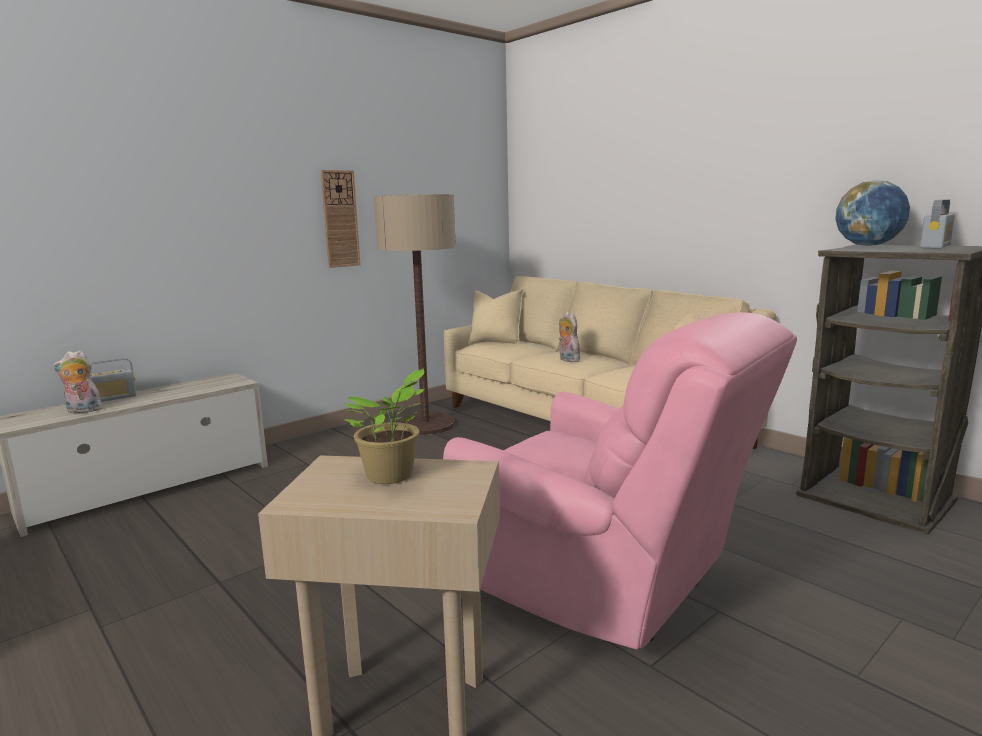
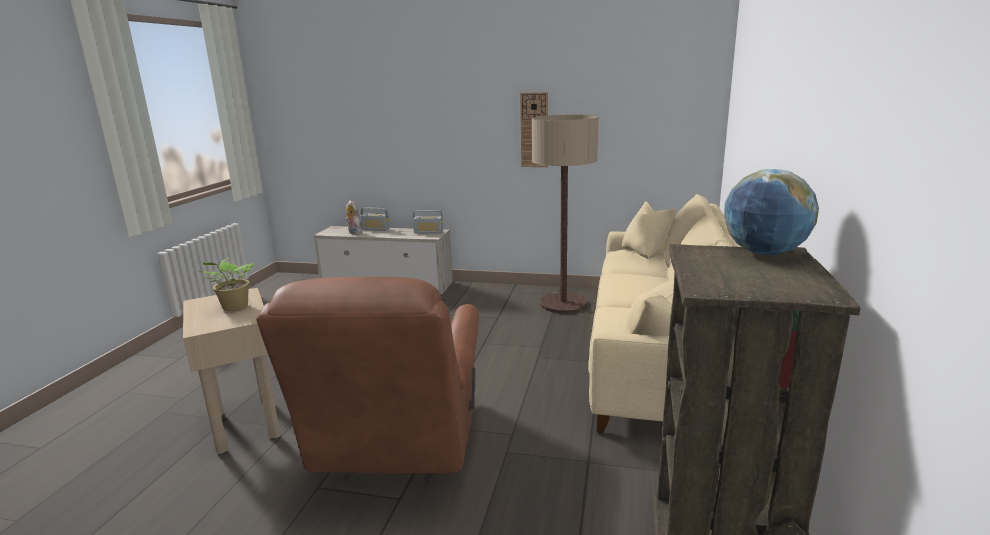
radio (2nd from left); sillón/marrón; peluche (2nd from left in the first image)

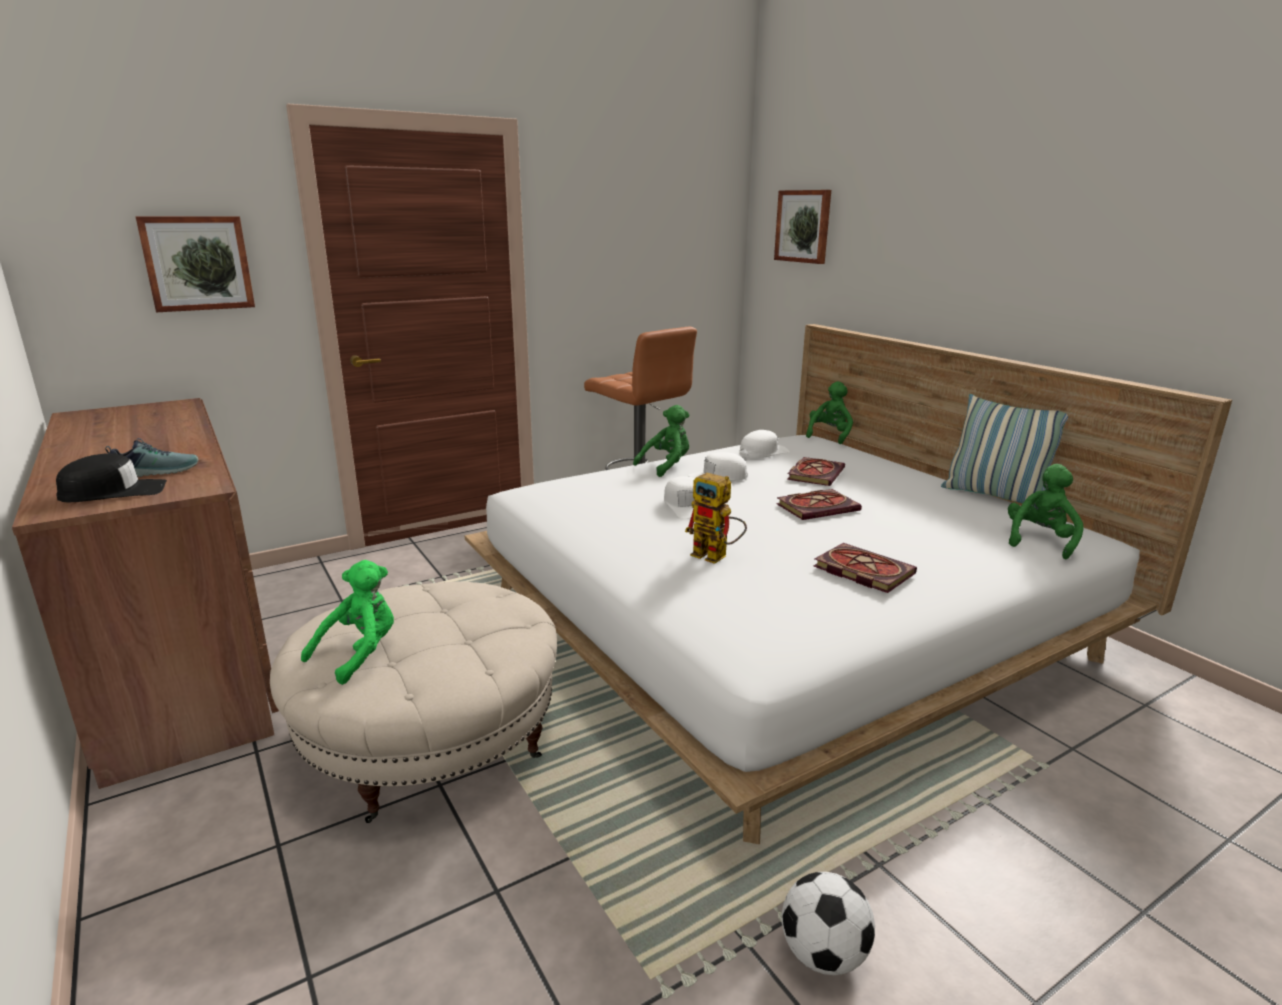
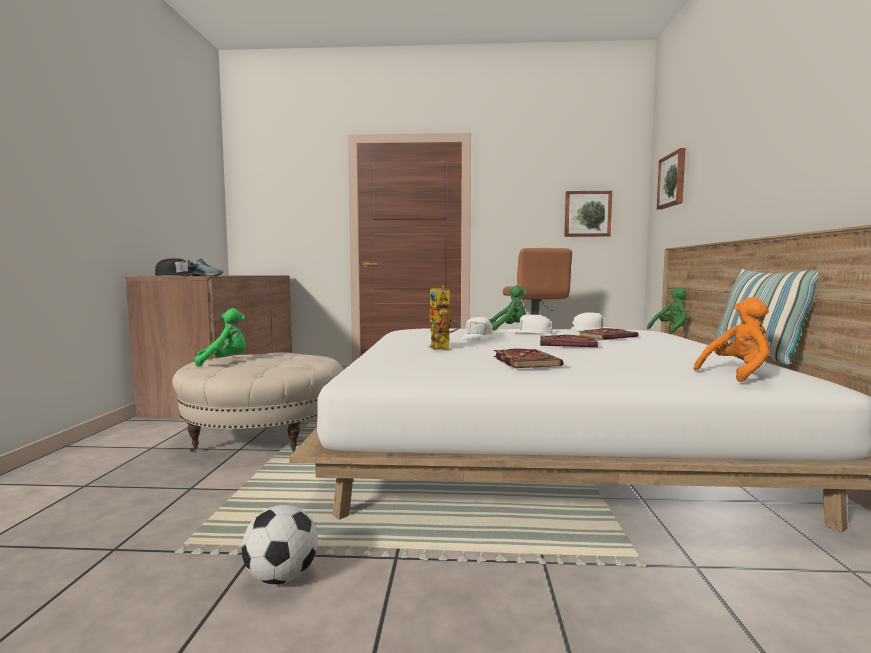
cuadro (1st from left); peluche/naranja

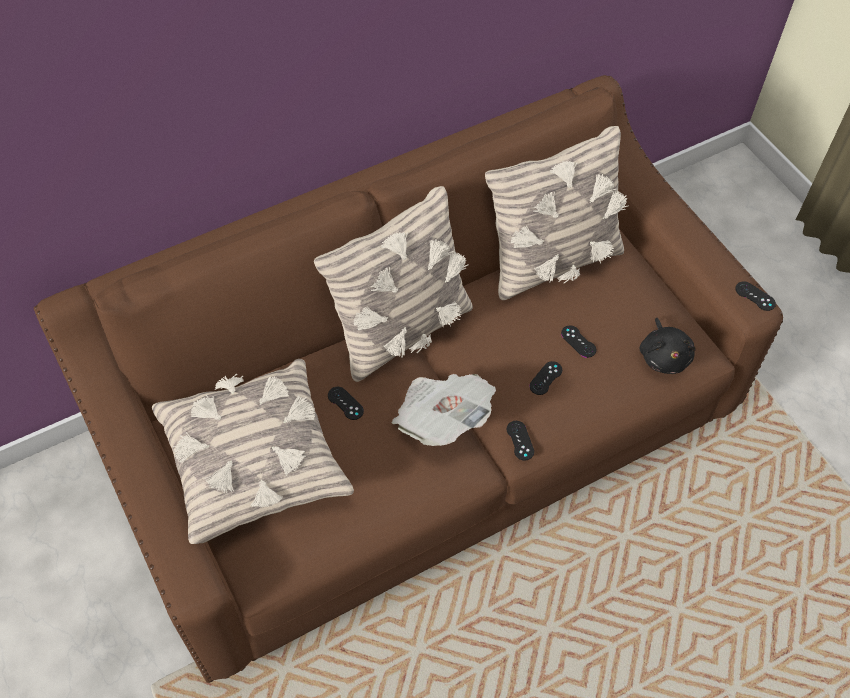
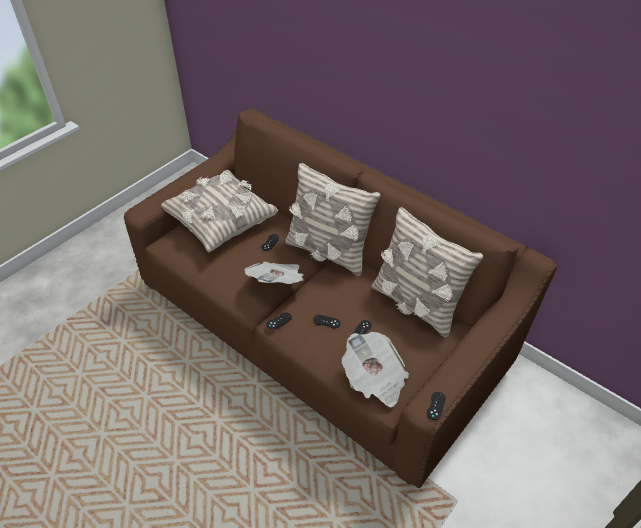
periódico (2nd from left)

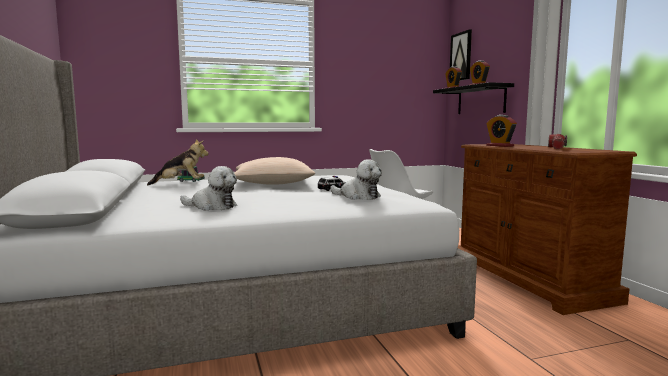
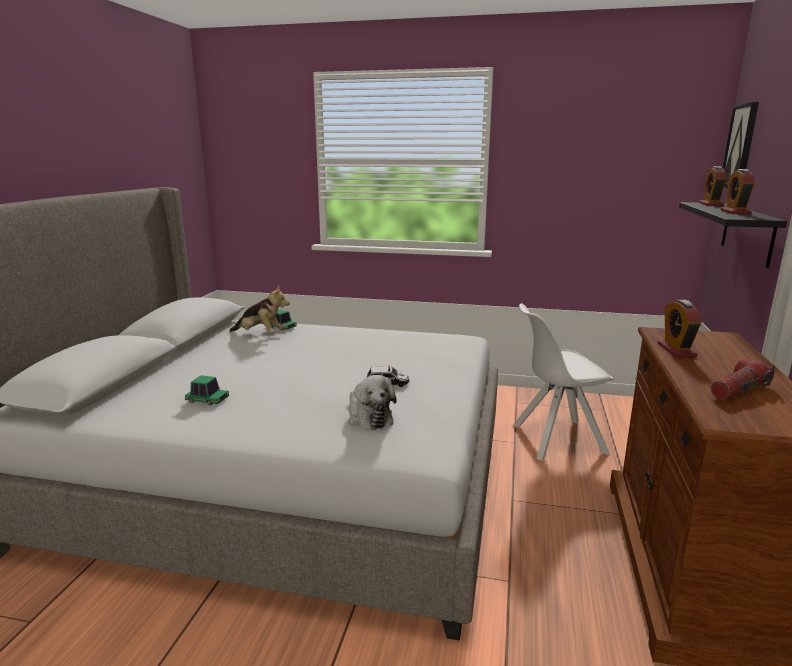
cojín/beis; coche de juguete (1st from left)

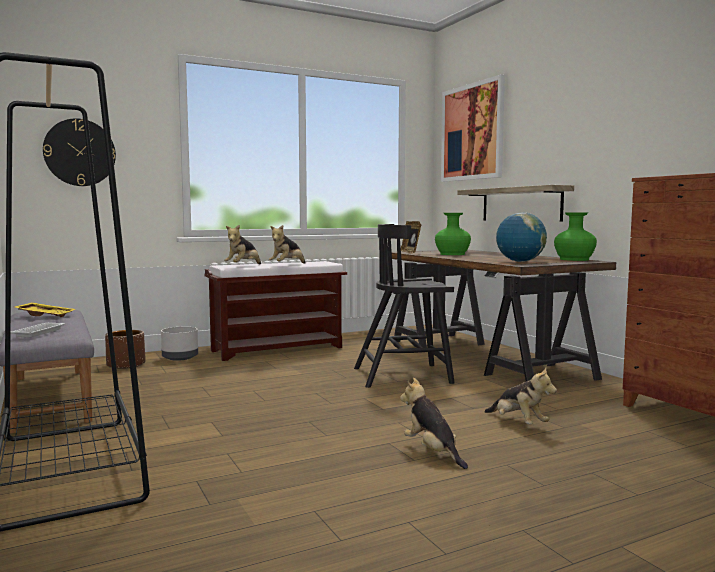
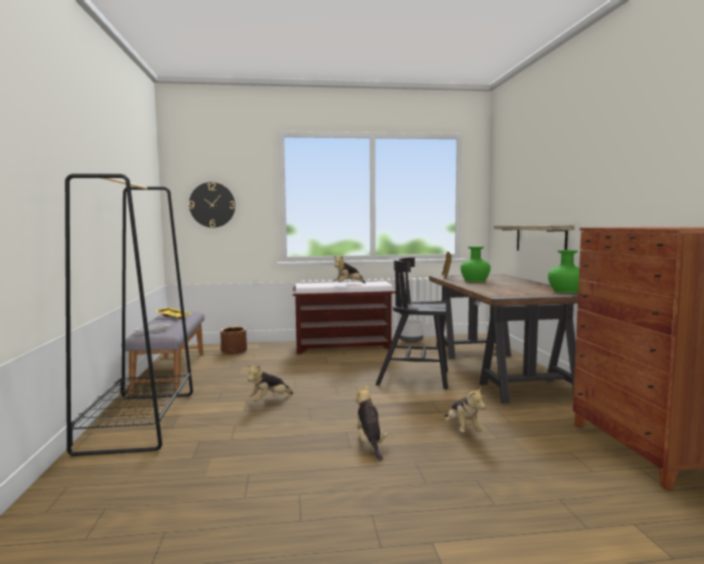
cuadro; globo terráqueo; peluche (1st from left); maceta/gris

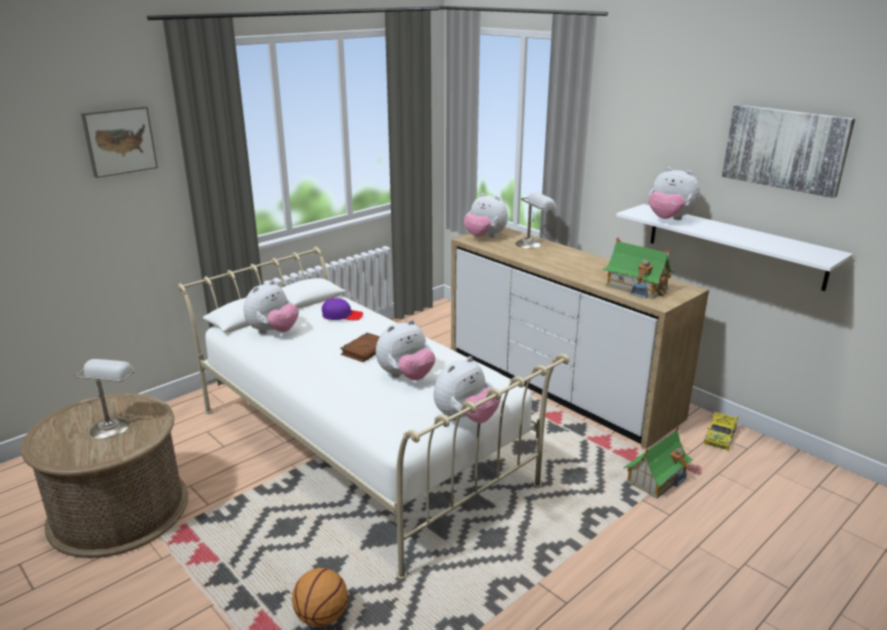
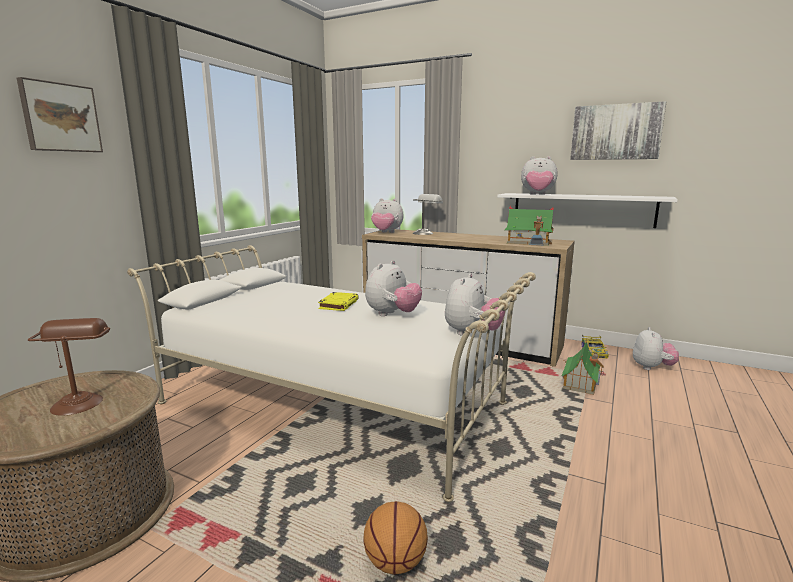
peluche (5th from left); gorra/morado; libro/amarillo; lámpara de mesa/marrón

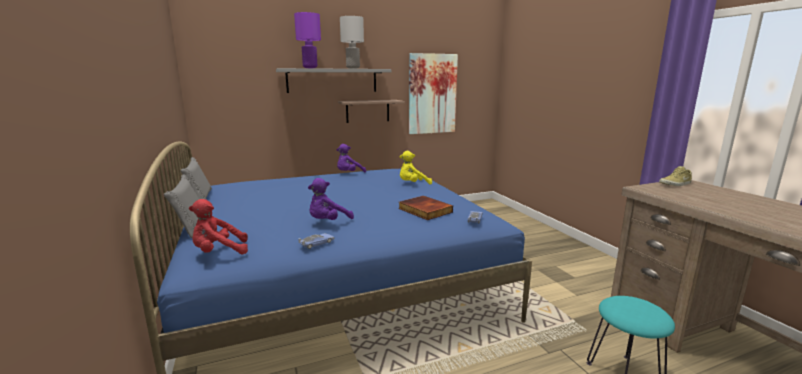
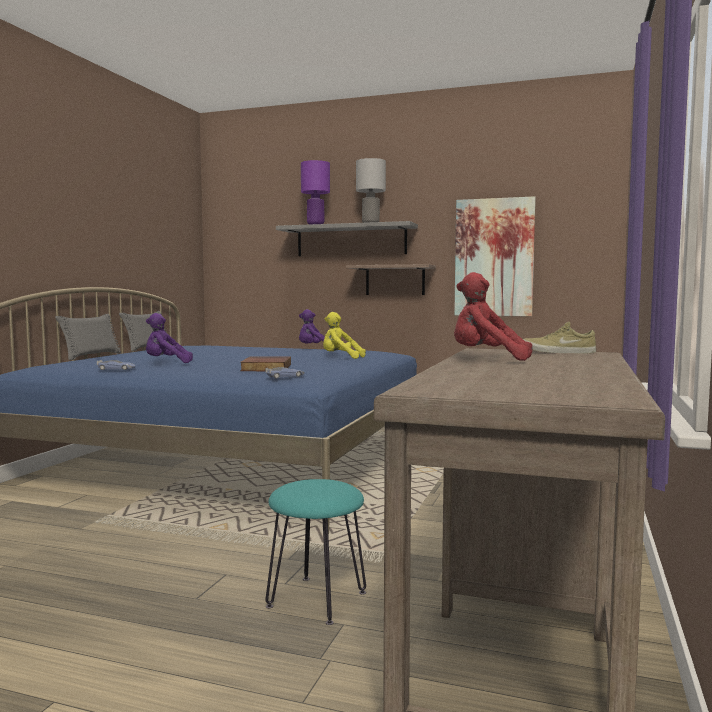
peluche/rojo

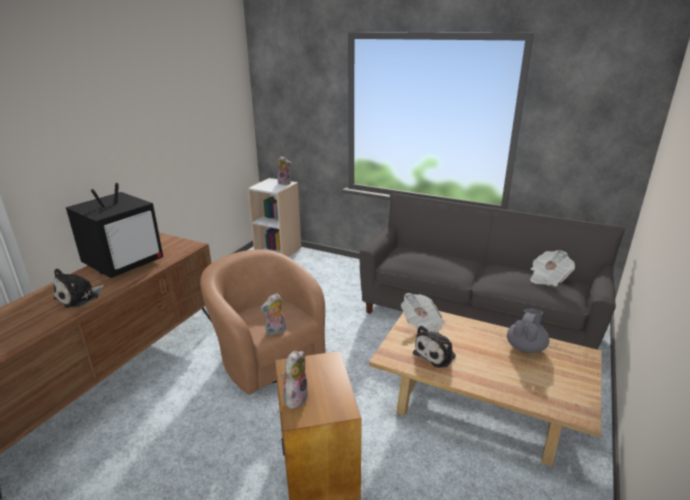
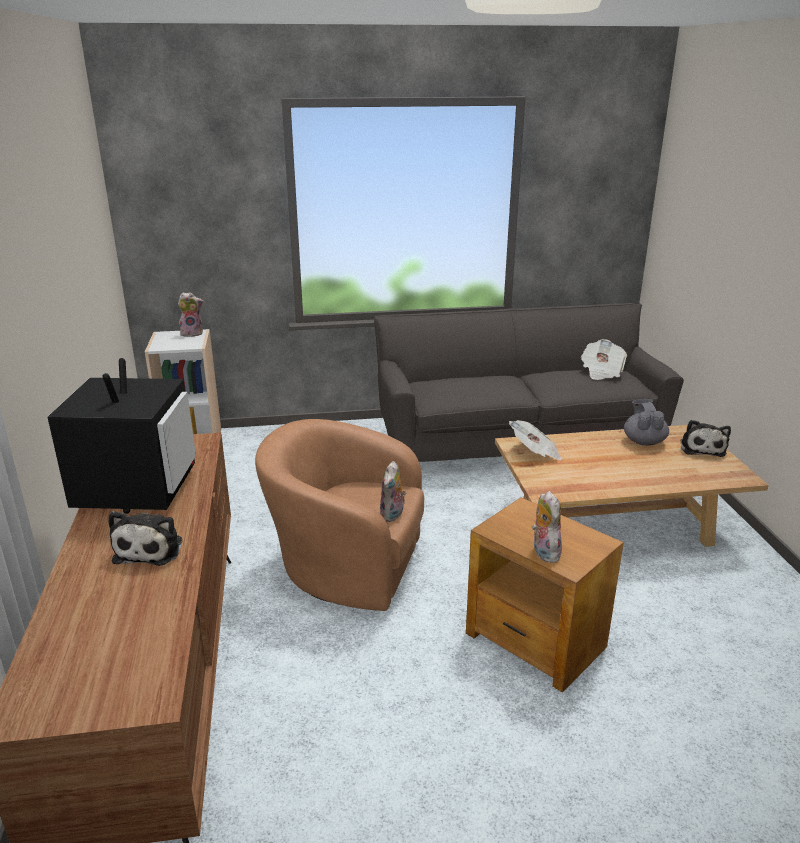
peluche (5th from left)

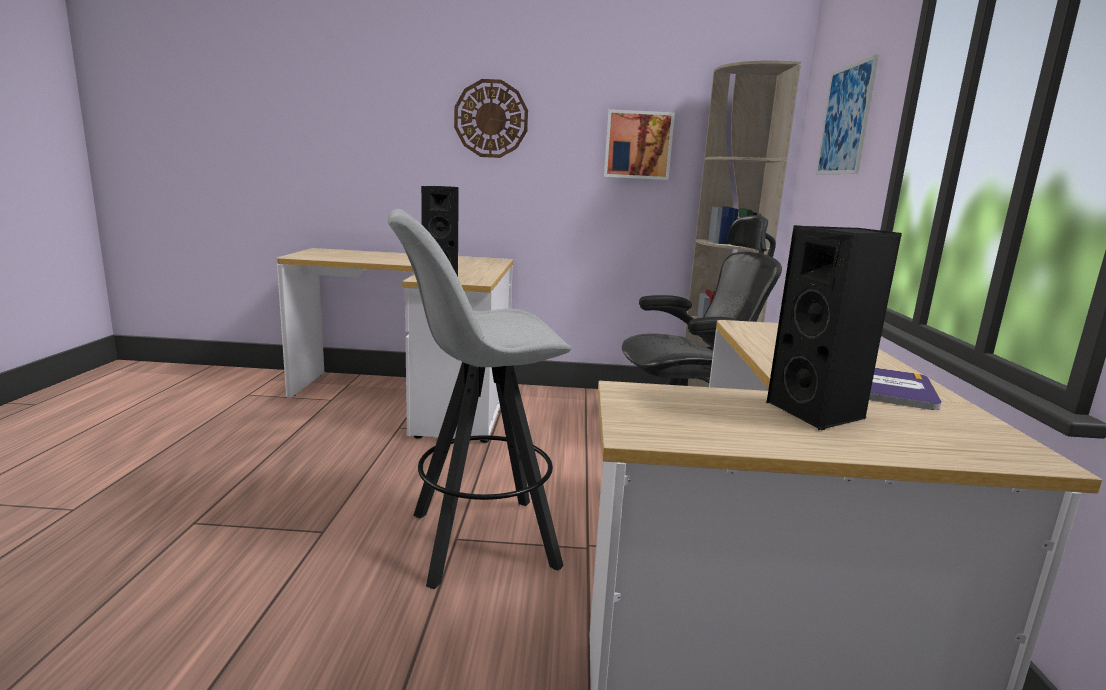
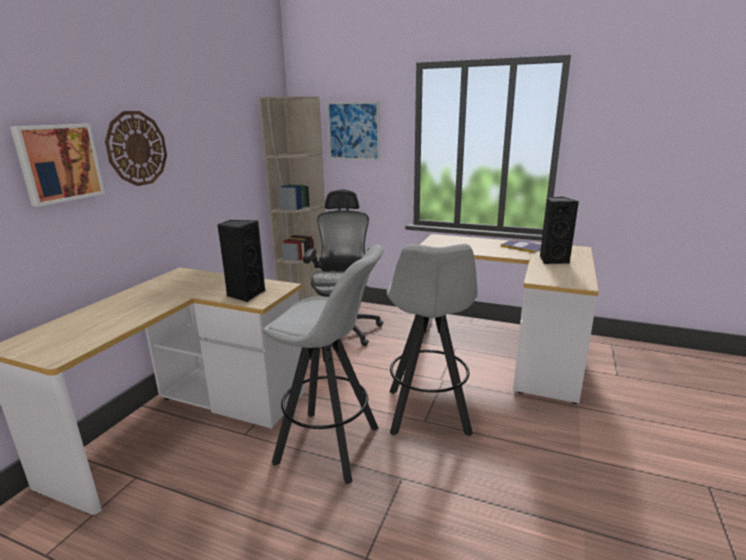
cuadro (1st from left); taburete/gris (1st from left)

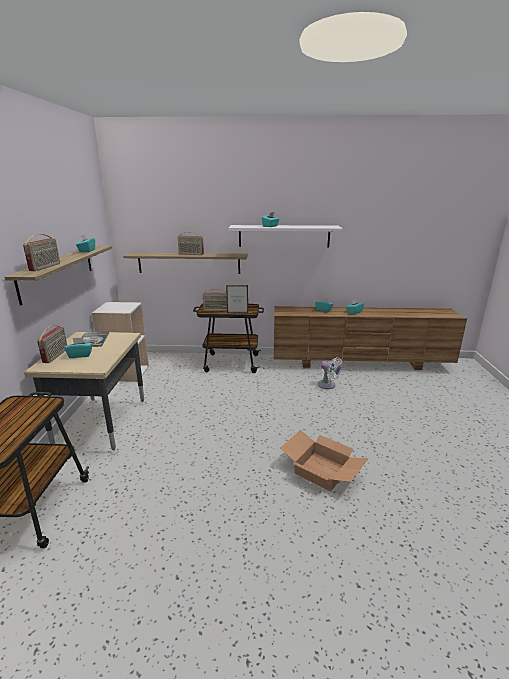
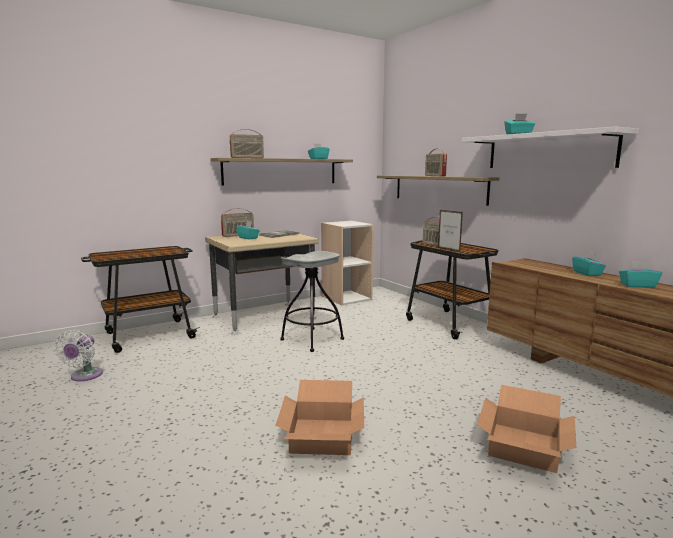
ventilador/blanco; taburete/gris; caja de cartón (2nd from left)

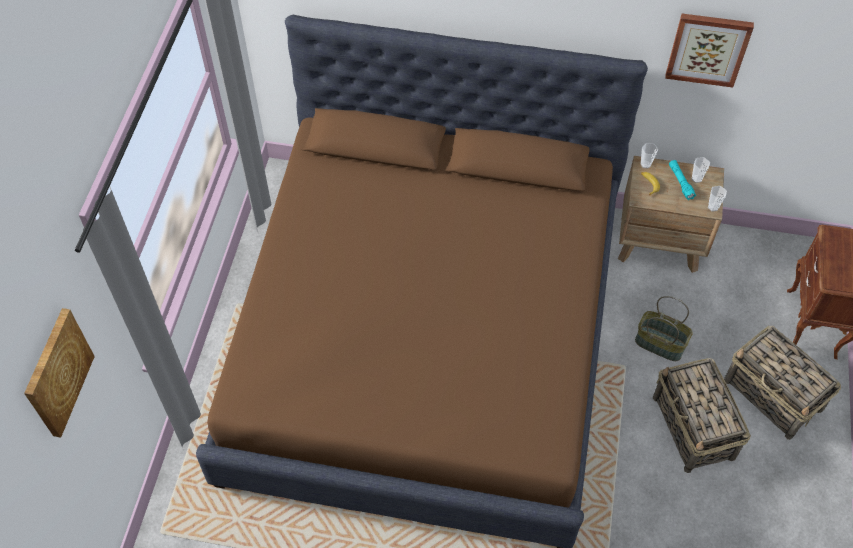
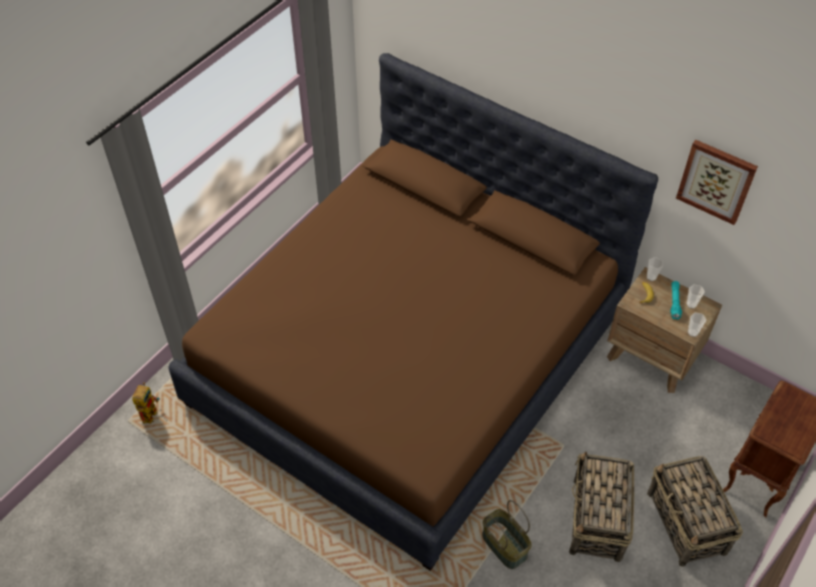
cesta (1st from left); cuadro (1st from left in the first image); robot de juguete

